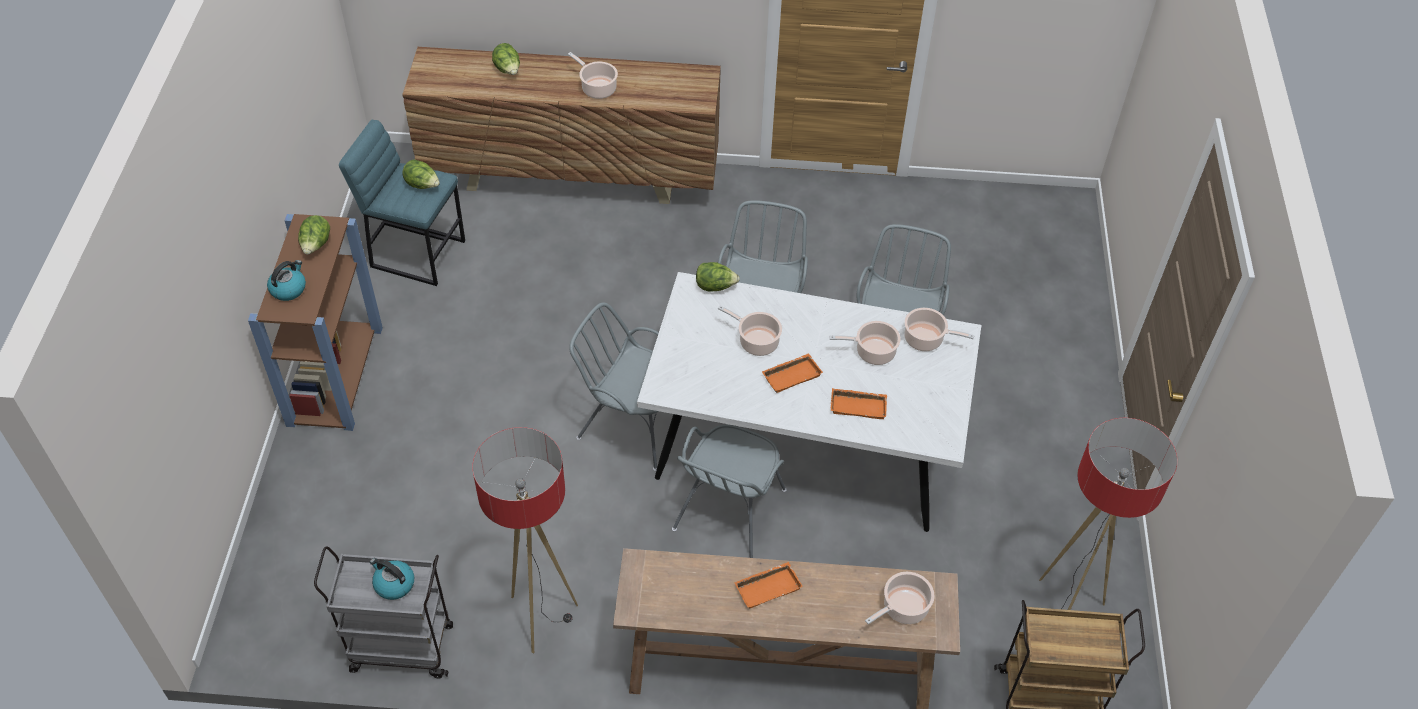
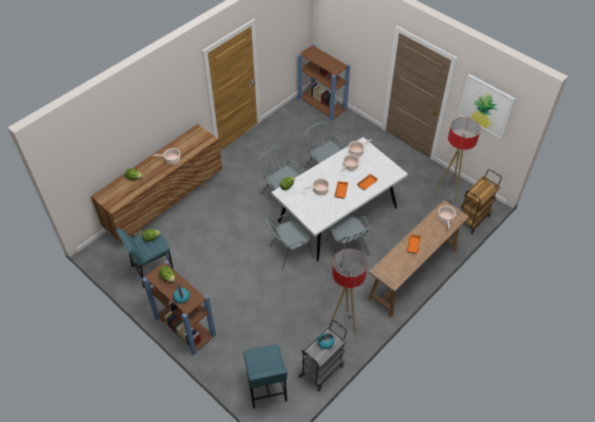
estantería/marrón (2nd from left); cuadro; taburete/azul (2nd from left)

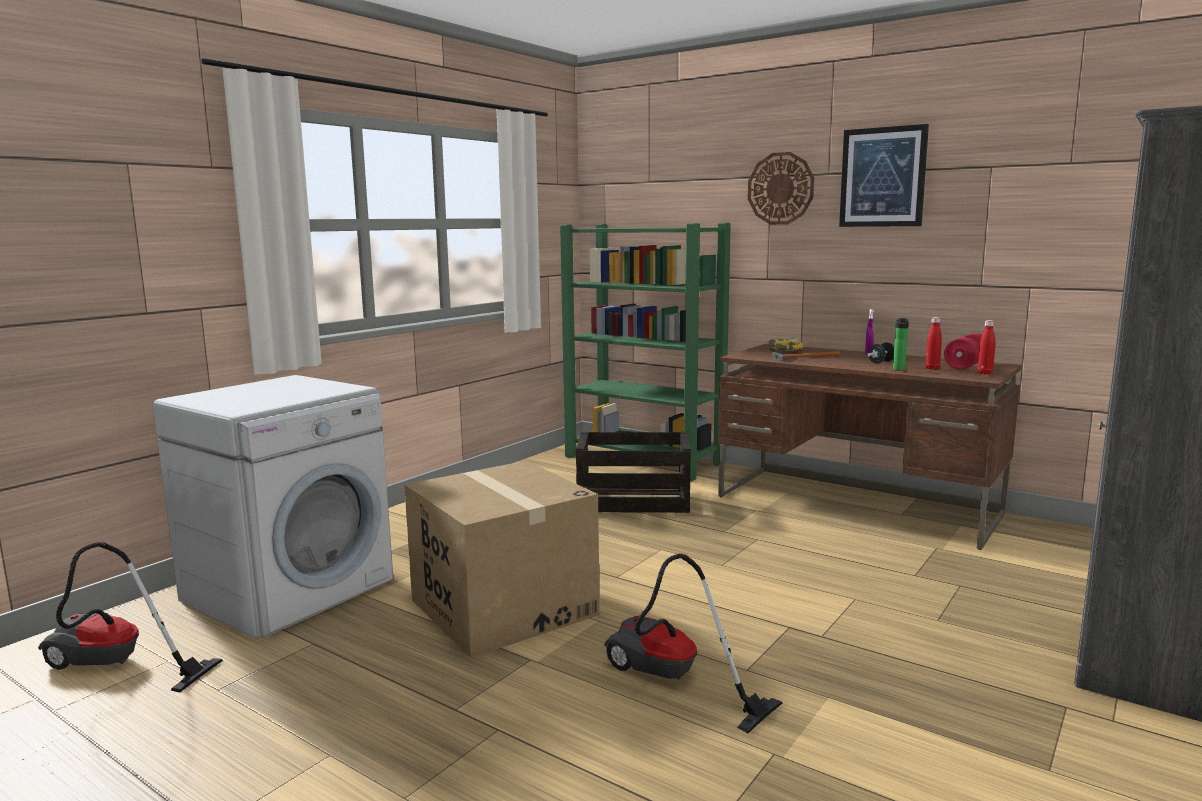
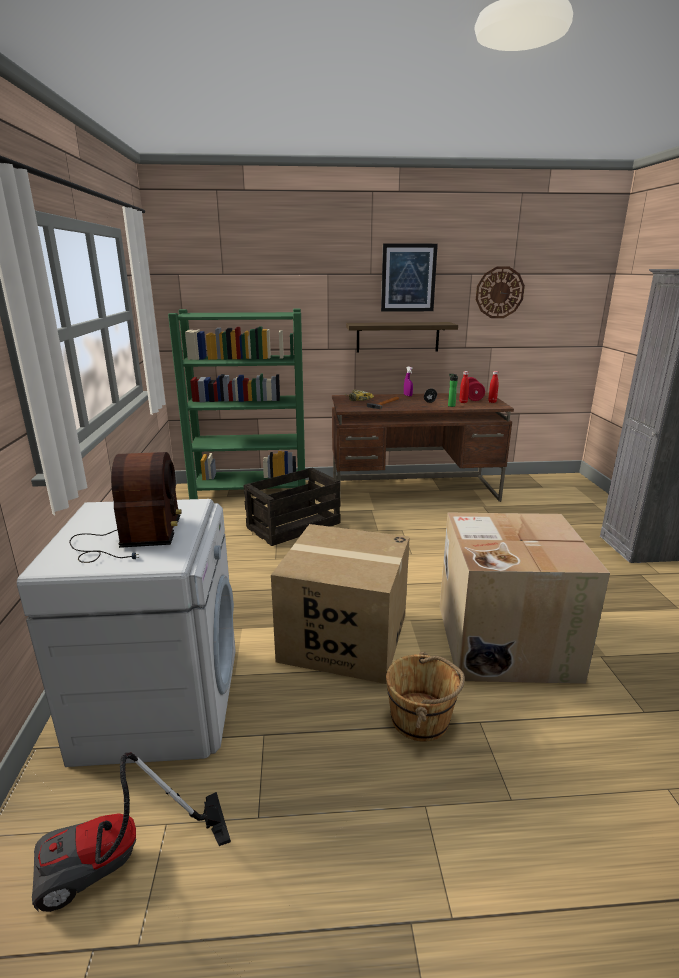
reloj de pared; caja de cartón (2nd from left); estante; radio; cubo/marrón

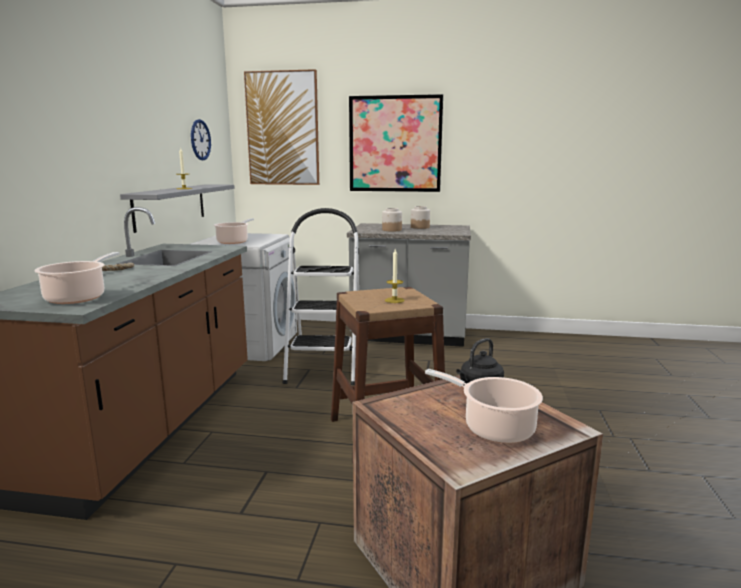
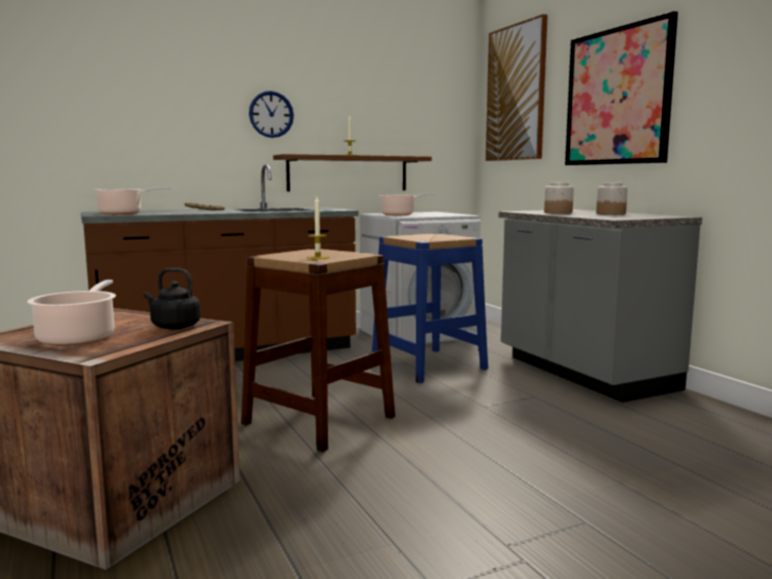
reloj de pared; estante/marrón; taburete/azul

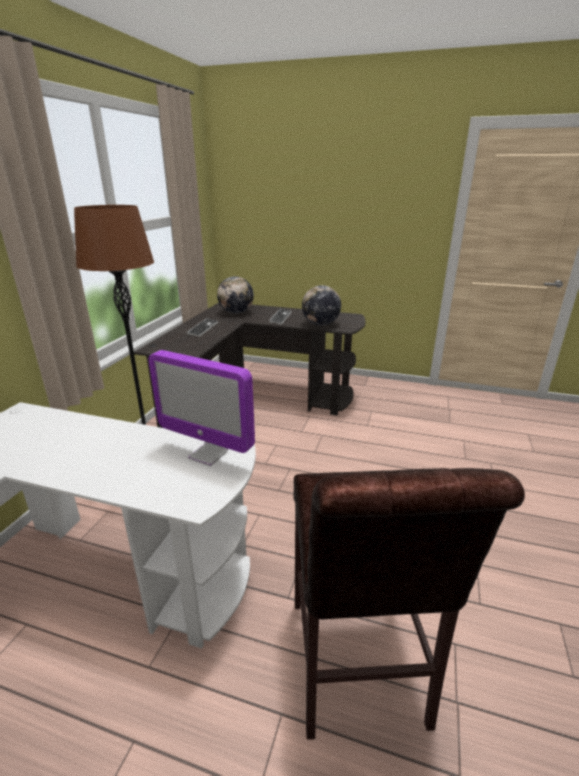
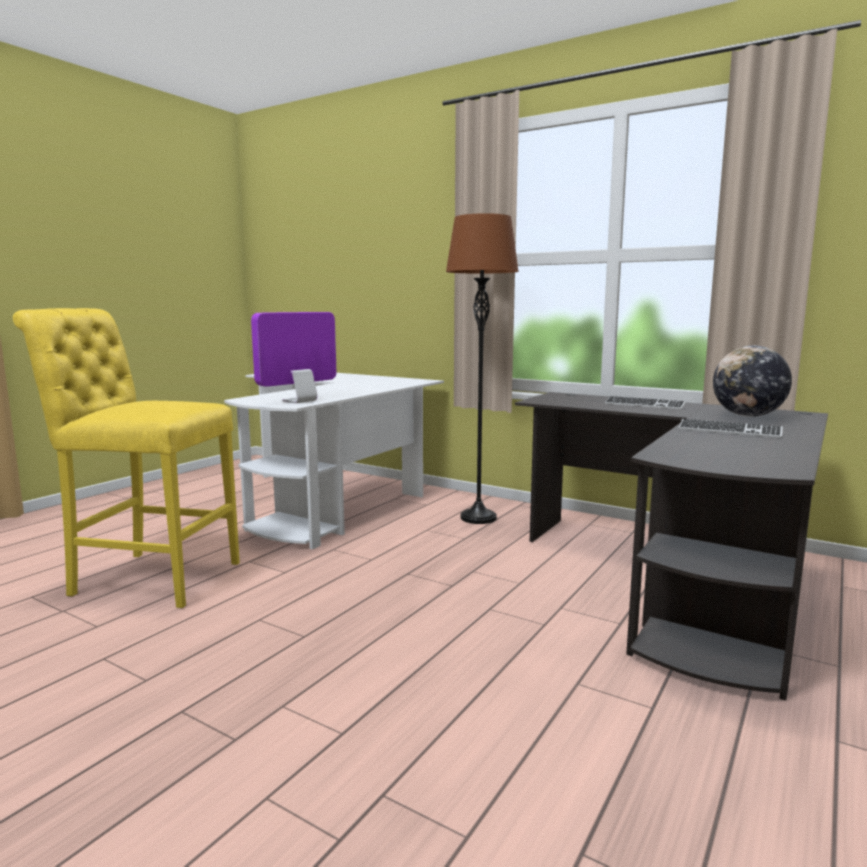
globo terráqueo (2nd from left in the first image); taburete/amarillo

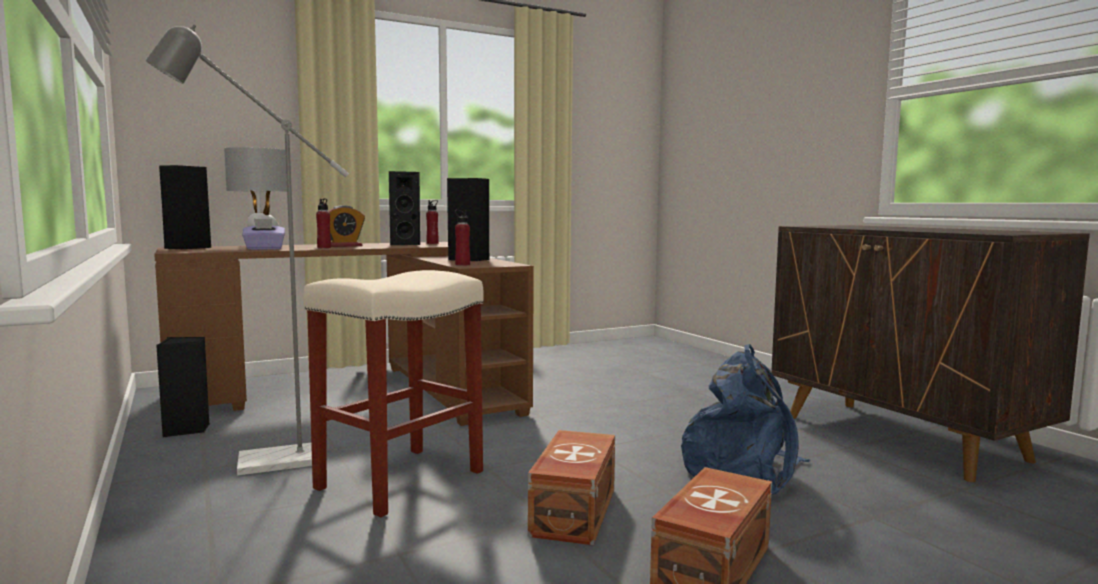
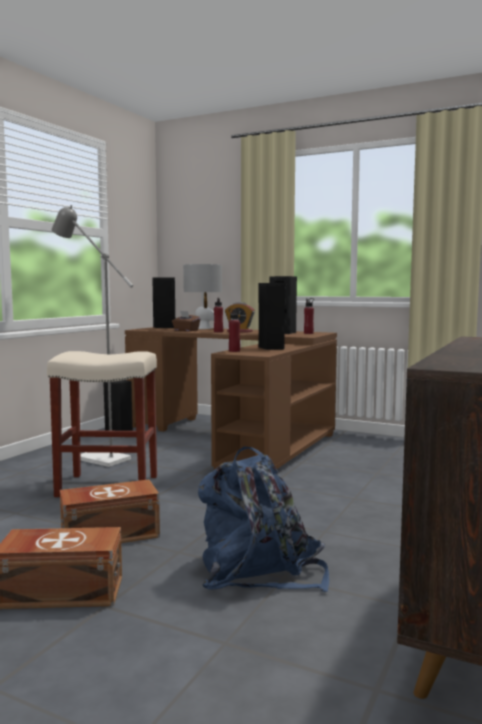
caja de pañuelos/marrón

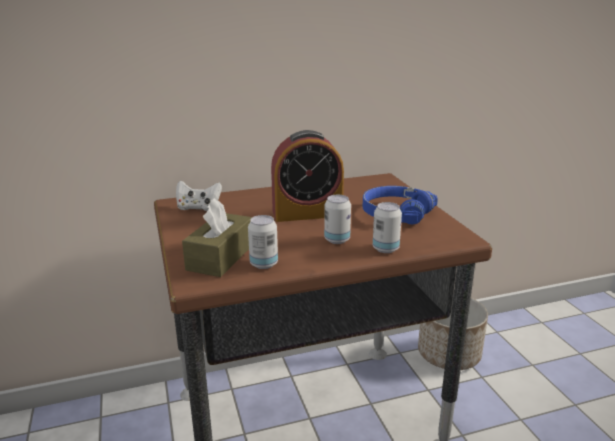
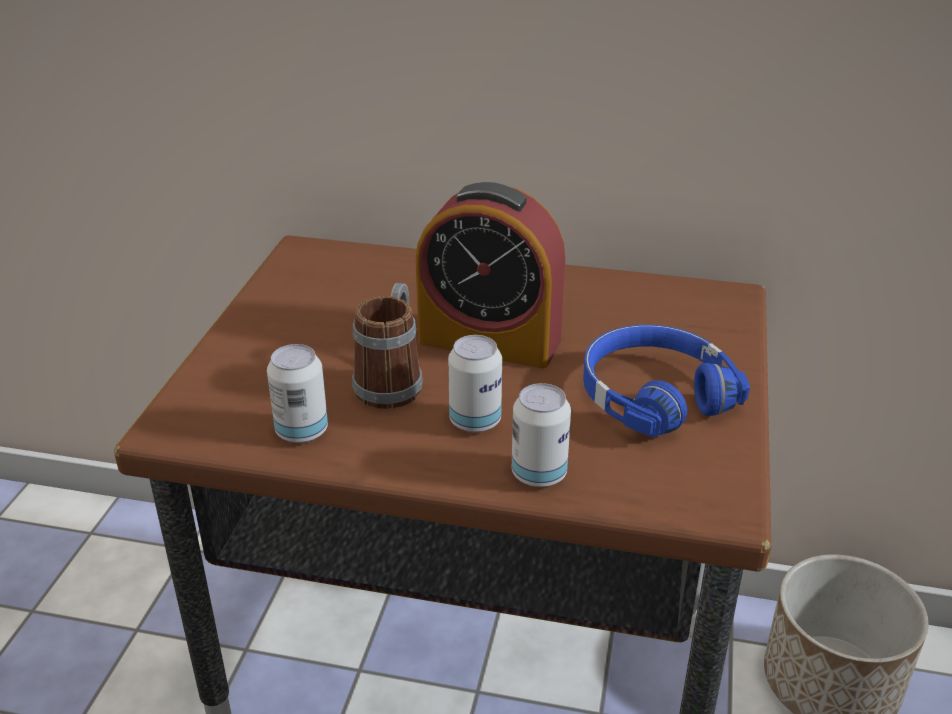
mando de consola/blanco; caja de pañuelos/marrón; taza grande

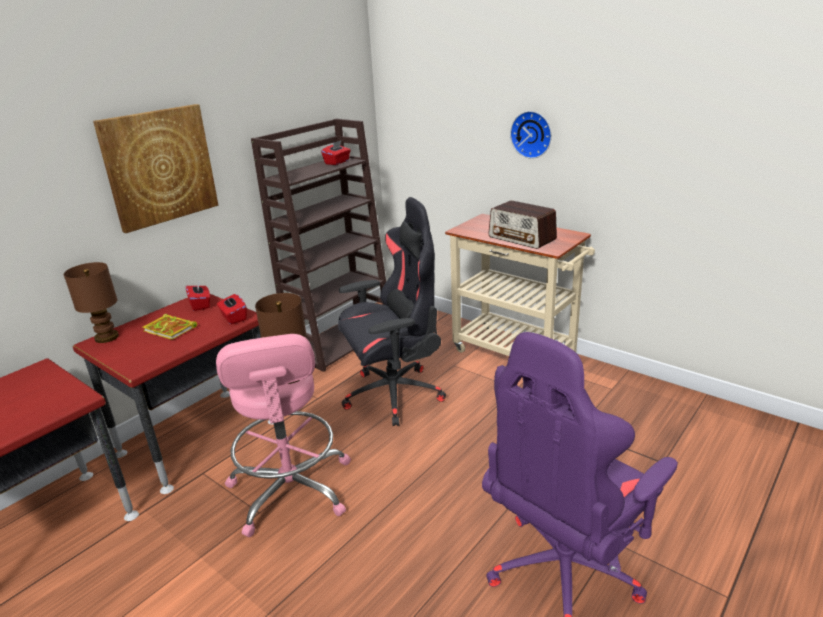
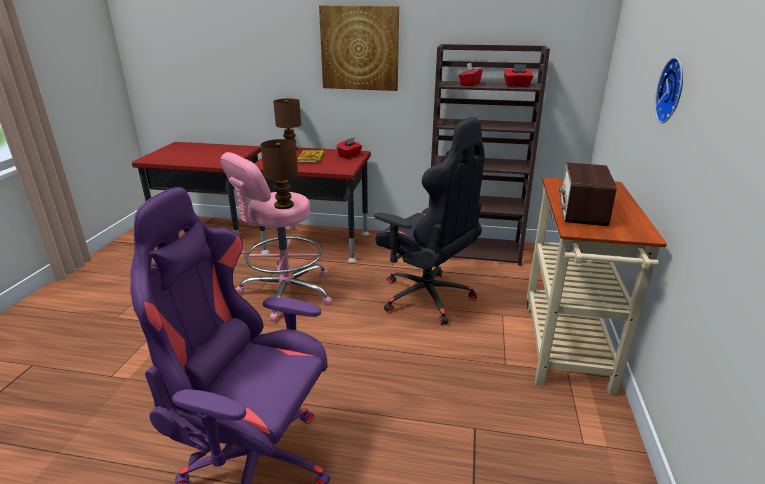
caja de pañuelos/rojo (2nd from left)

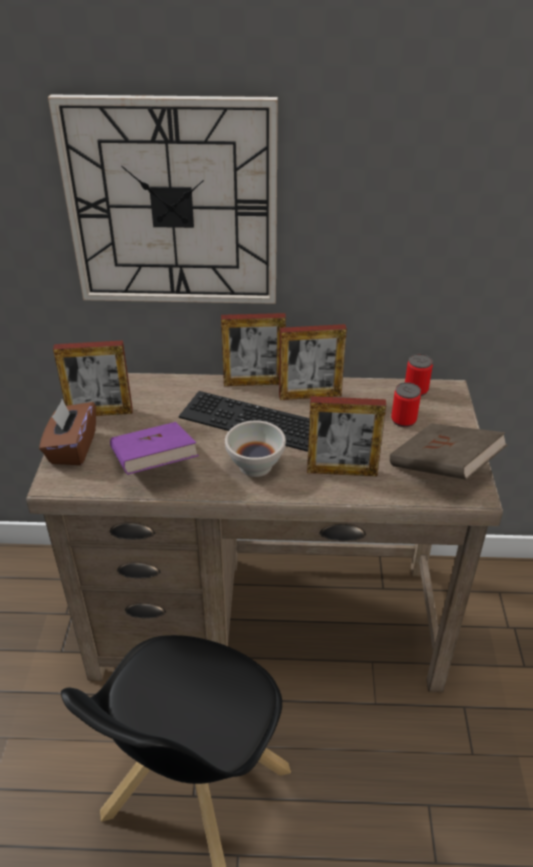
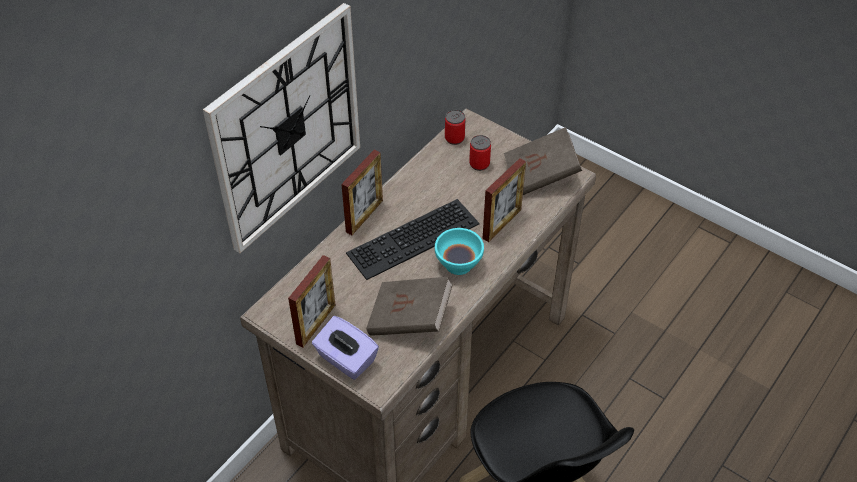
portarretratos (3rd from left in the first image); caja de pañuelos/morado; cuenco/turquesa; libro/marrón (1st from left)

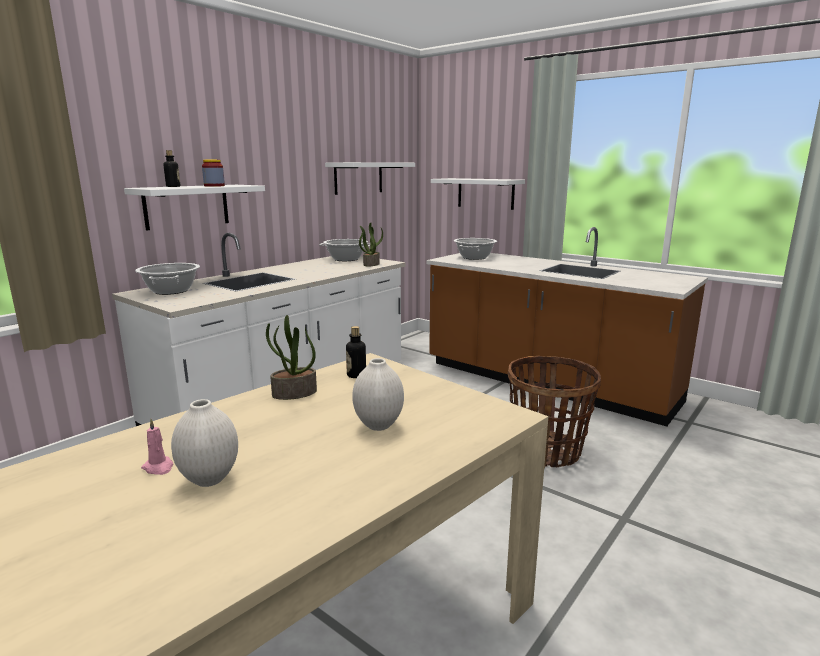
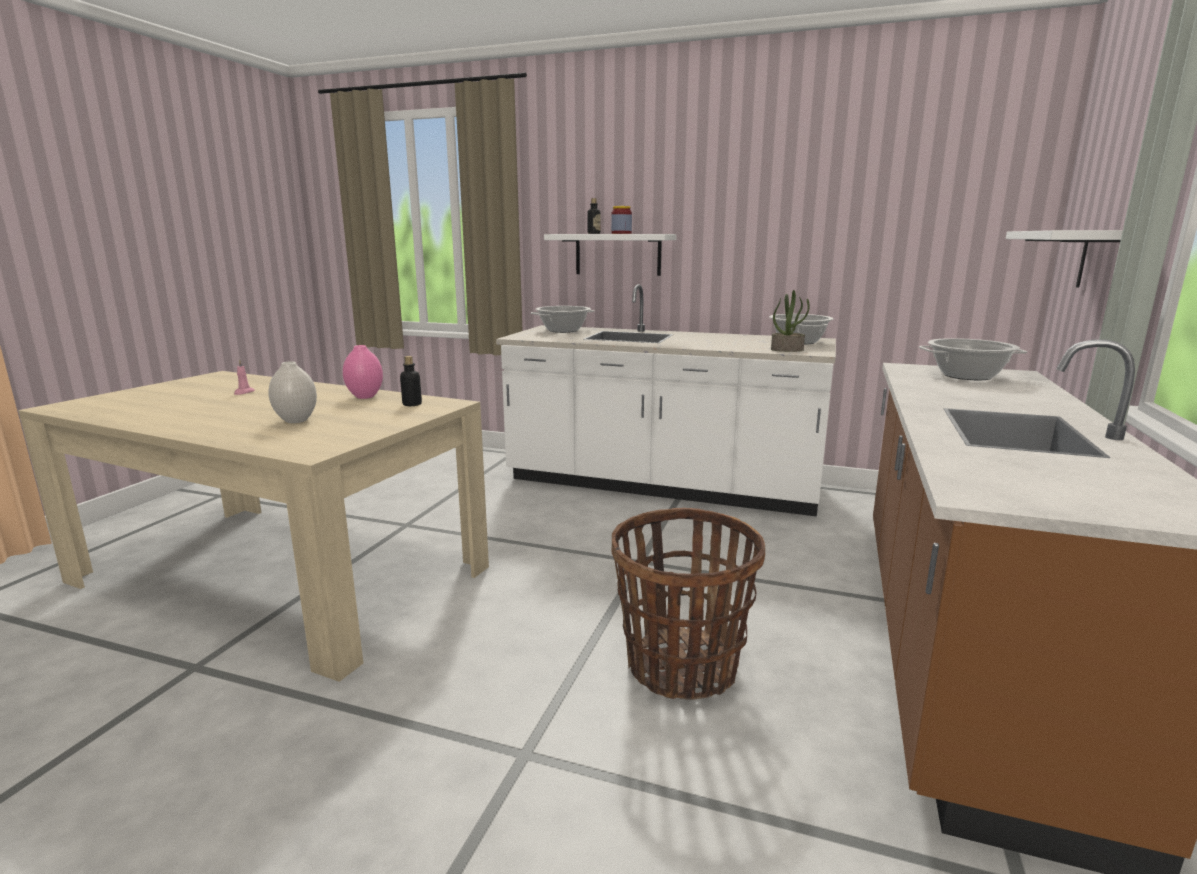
estante/blanco (2nd from left in the first image); florero/rosa; florero/blanco (1st from left in the first image)

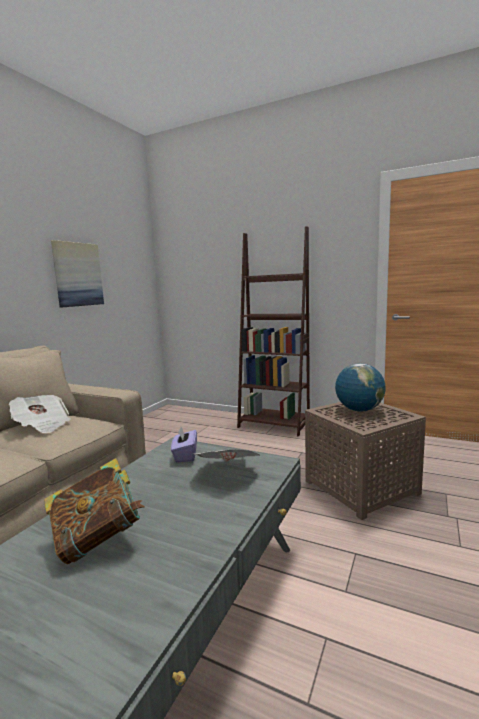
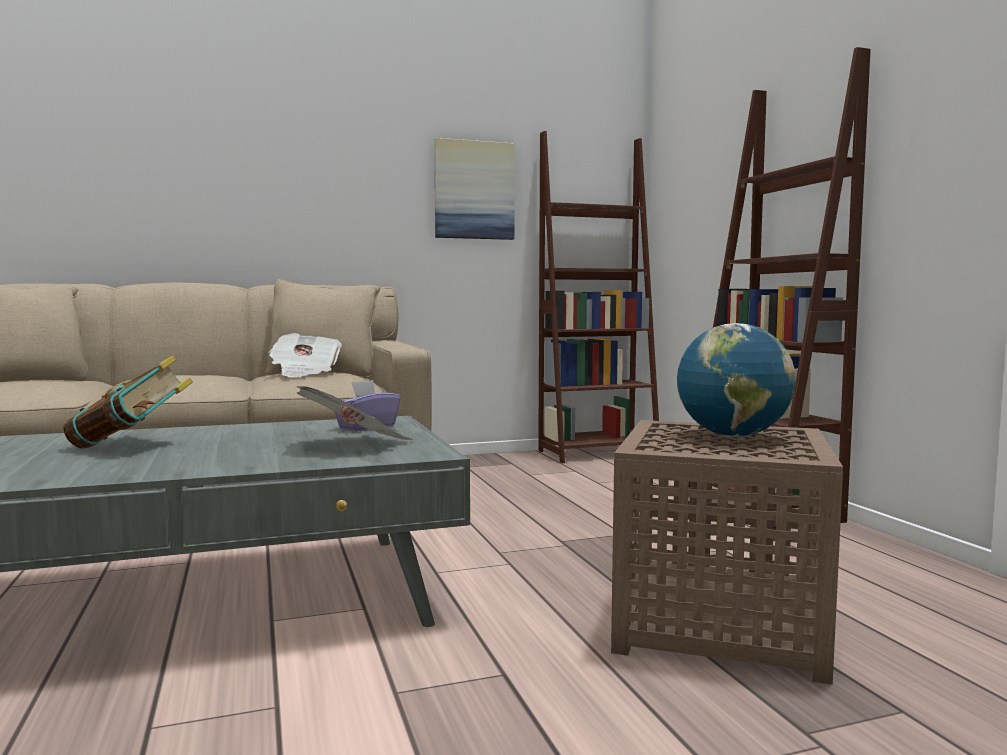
estantería/marrón (1st from left)

